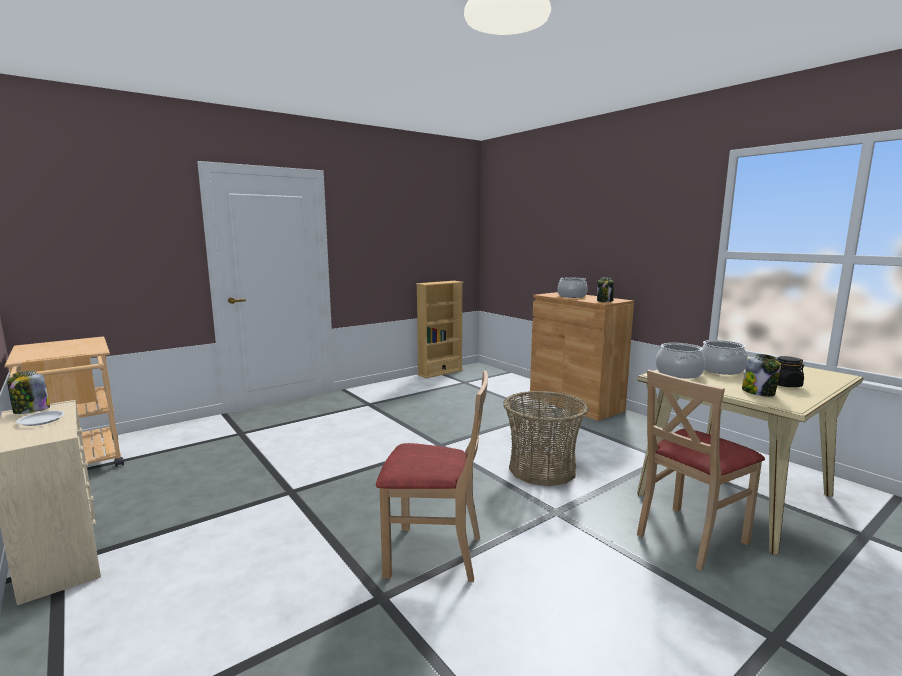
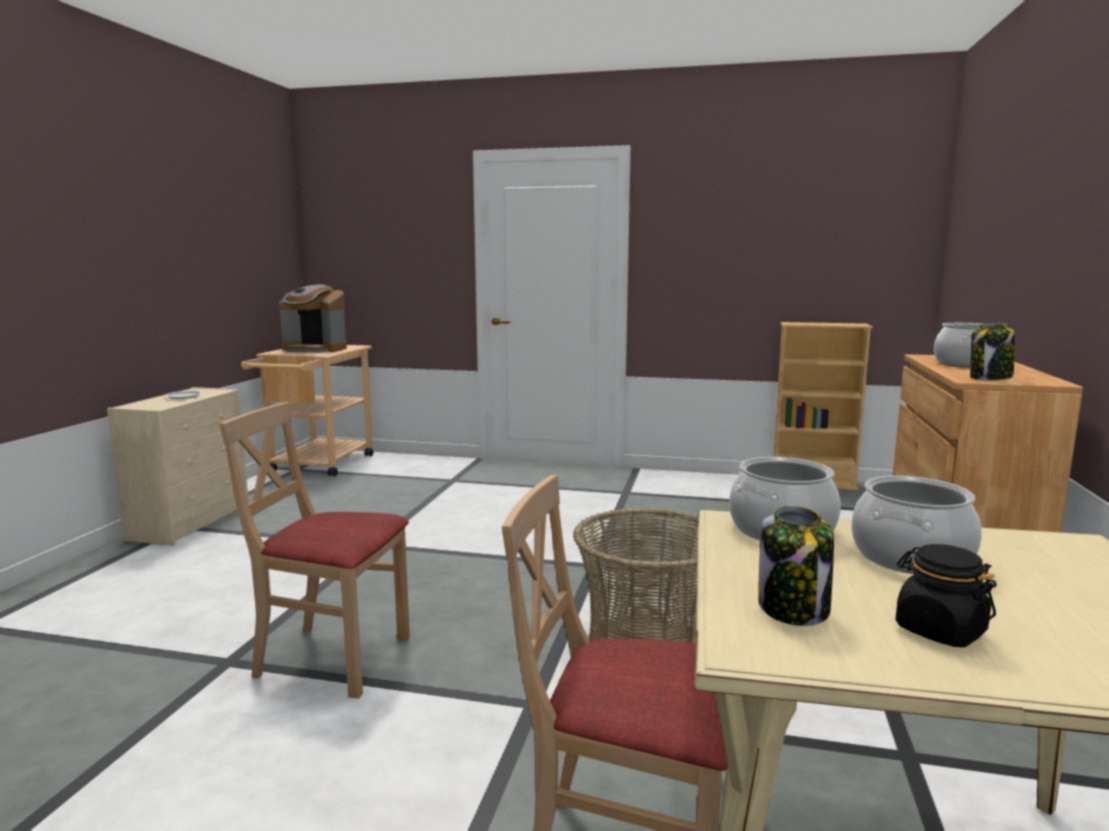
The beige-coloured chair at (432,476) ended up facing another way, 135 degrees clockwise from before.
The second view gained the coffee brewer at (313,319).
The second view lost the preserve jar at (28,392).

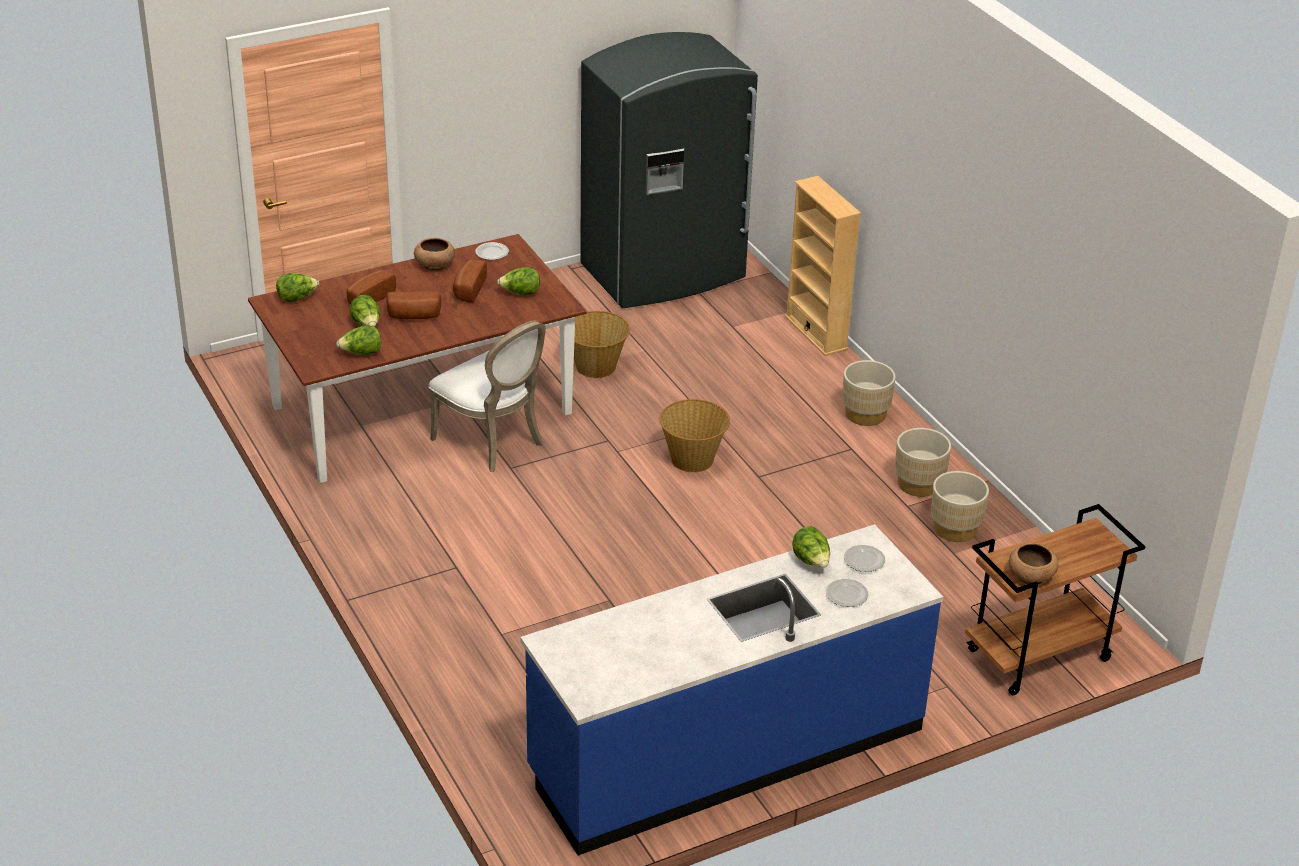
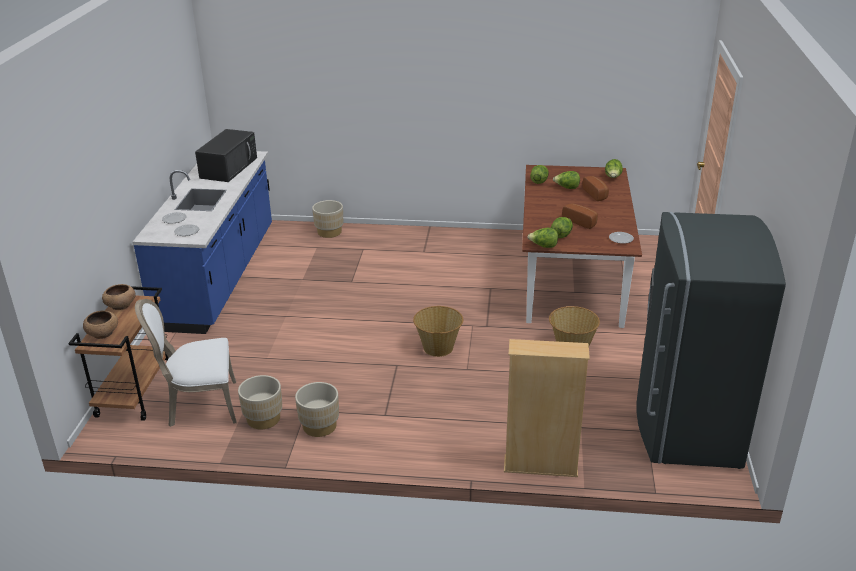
The brown serving bowl ended up elsewhere, having gone from (434,254) to (100,324).
The whitish chair ended up elsewhere, having gone from (487,396) to (185,363).
The second view gained the blackish microwave at (226,155).
The beige-coloured plant pot ended up elsewhere, having gone from (869,393) to (327,219).
The lettuce ended up elsewhere, having gone from (811,547) to (542,238).
The second view lost the bakery bread at (414,305).

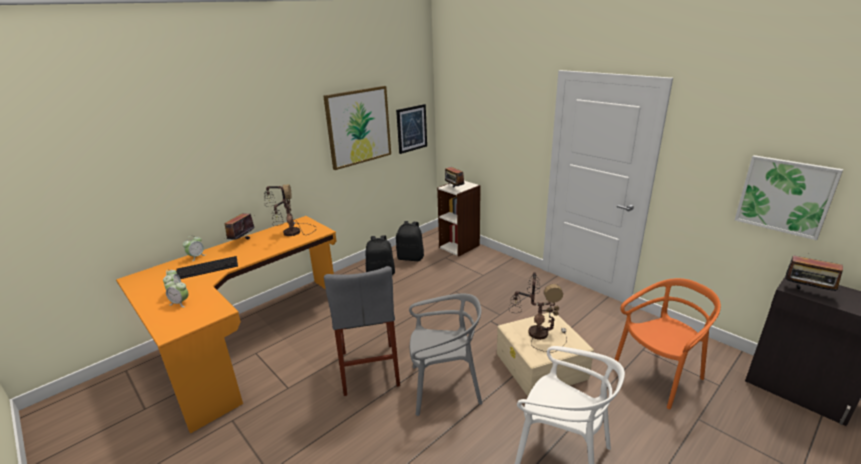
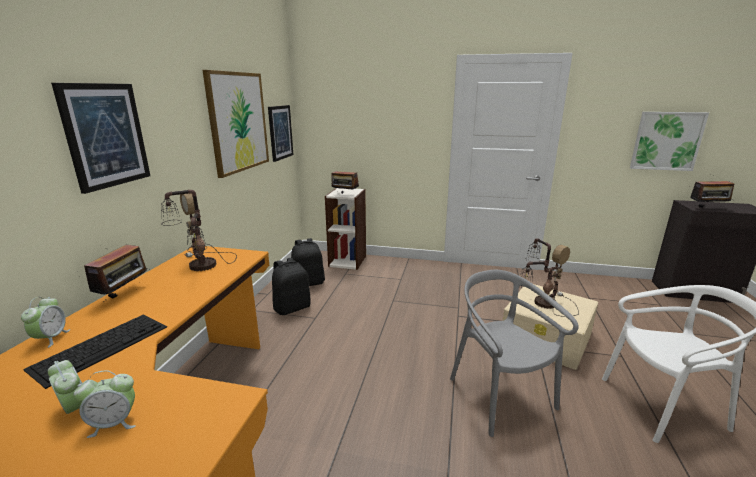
The second view gained the wall art at (100,138).
The radio receiver at (240,226) ended up facing another way, 150 degrees counterclockwise from before.
The gray chair at (445,354) ended up facing another way, 75 degrees counterclockwise from before.
The second view lost the gray stool at (362,331).
The second view lost the orange chair at (668,343).

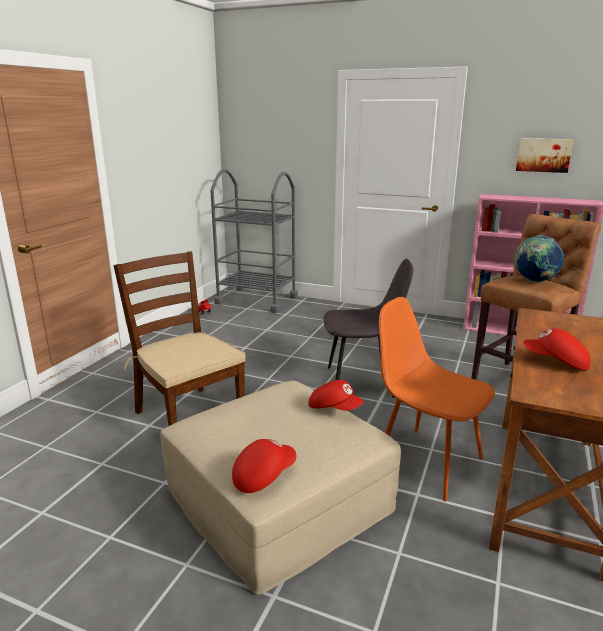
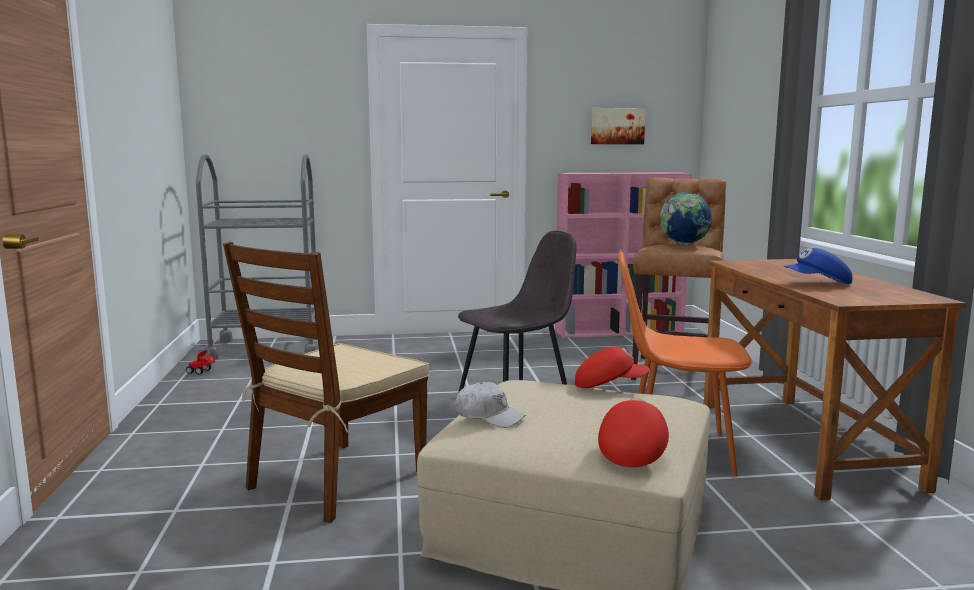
The brown chair at (179,338) ended up facing another way, 75 degrees counterclockwise from before.
The second view gained the whitish baseball cap at (490,405).
What was the red baseball cap at (557,349) turned into the blue-coloured baseball cap at (818,266).

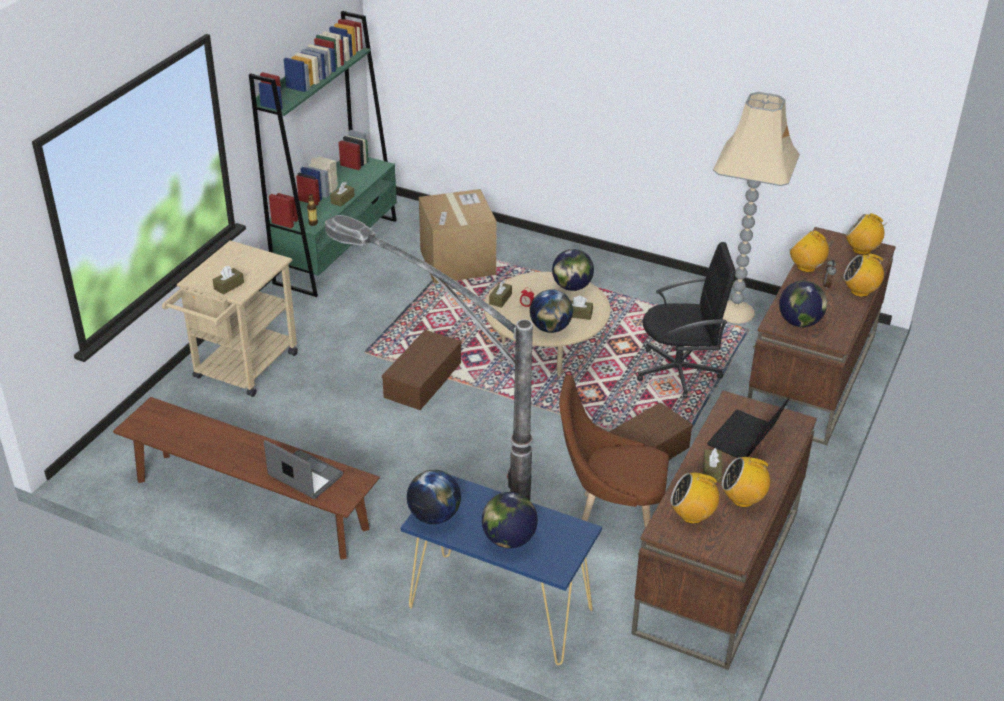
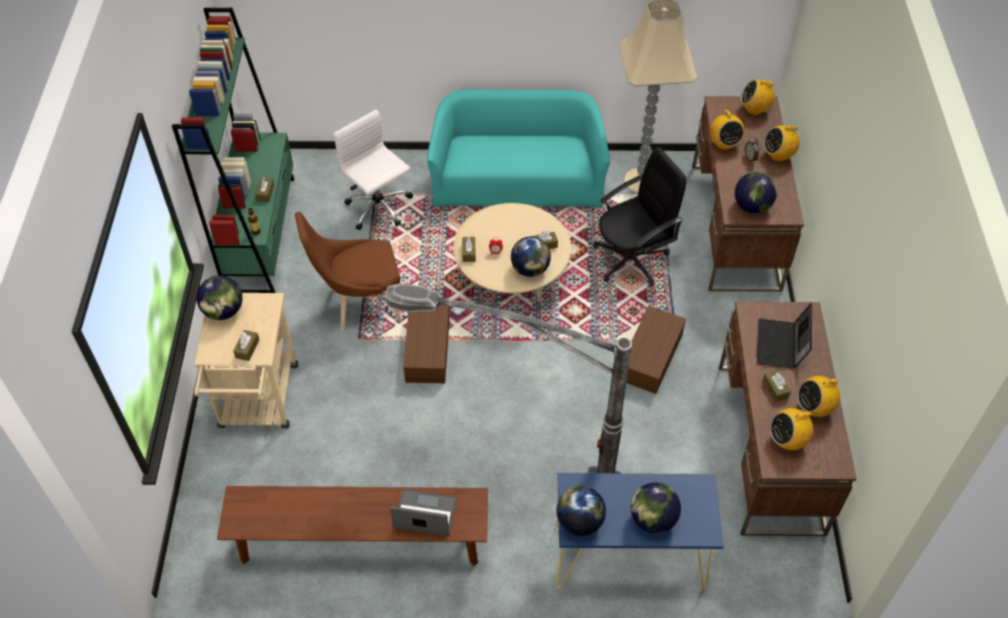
The world globe ended up elsewhere, having gone from (573,270) to (220,297).
The brown chair ended up elsewhere, having gone from (614,451) to (348,272).
Where the cardboard box stood at (458,236), the whitish computer chair came to stand at (373,169).
The second view gained the turquoise-coloured couch at (518,148).
The radio receiver at (812,251) ended up facing another way, 120 degrees counterclockwise from before.

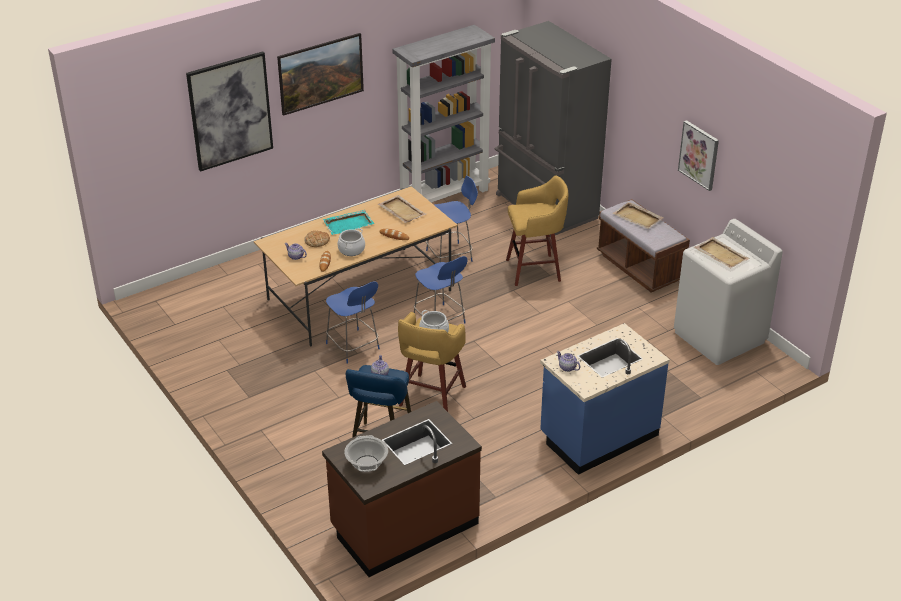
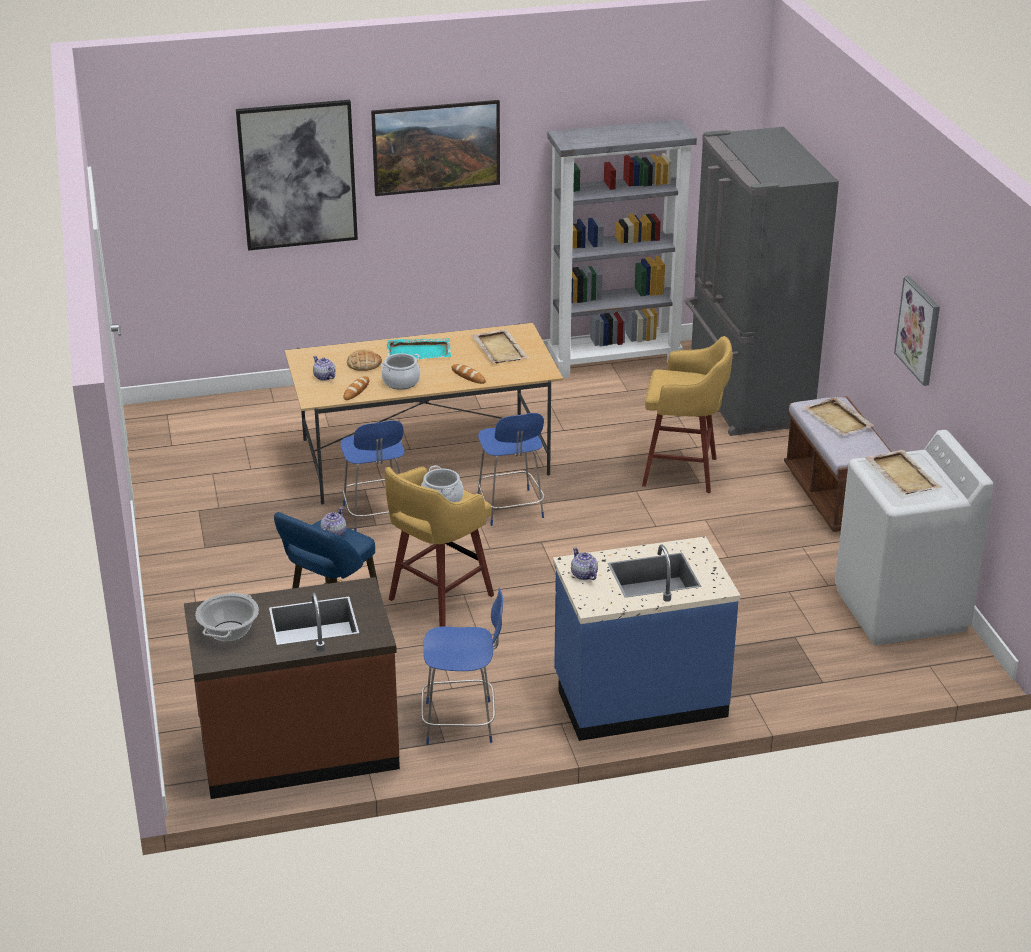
The blue-coloured chair ended up elsewhere, having gone from (452,219) to (462,666).

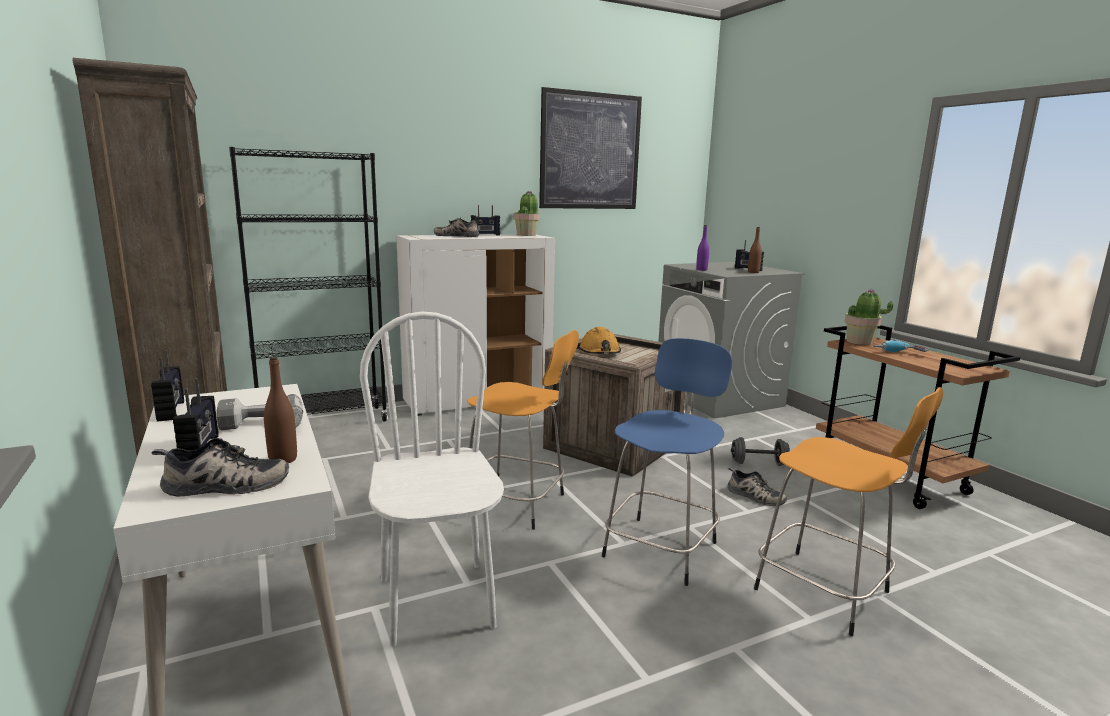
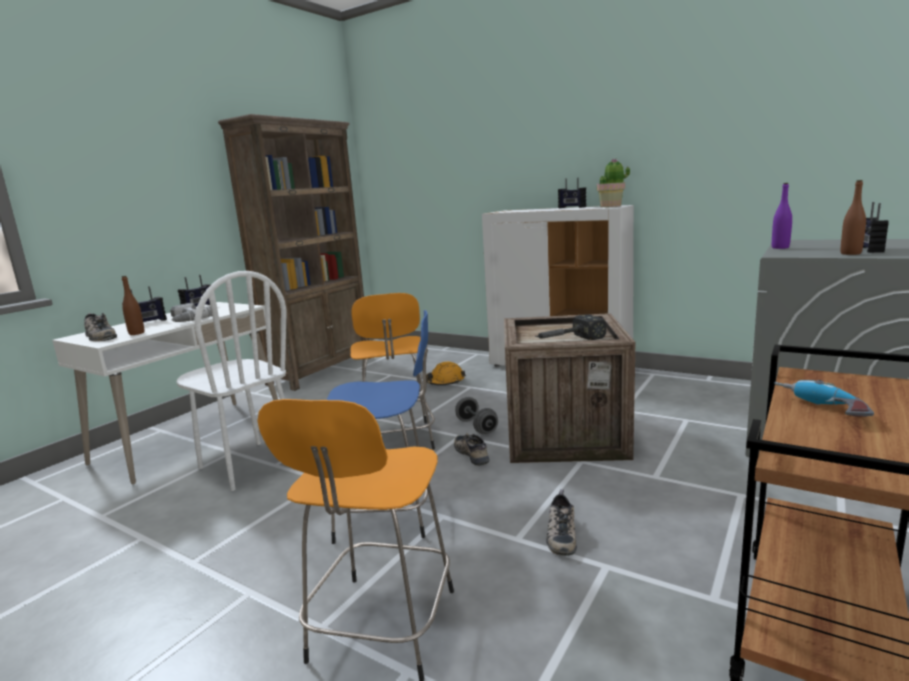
The whitish chair at (432,479) ended up facing another way, 90 degrees clockwise from before.
The orange safety helmet ended up elsewhere, having gone from (600,340) to (446,373).
The low shoe ended up elsewhere, having gone from (457,227) to (471,449).
The gray free weight ended up elsewhere, having gone from (760,451) to (476,415).
The second view gained the hand hammer at (570,327).
The second view lost the blackish bookshelf at (308,284).
The second view lost the wall art at (590,148).
The second view lost the plant in a pot at (869,317).

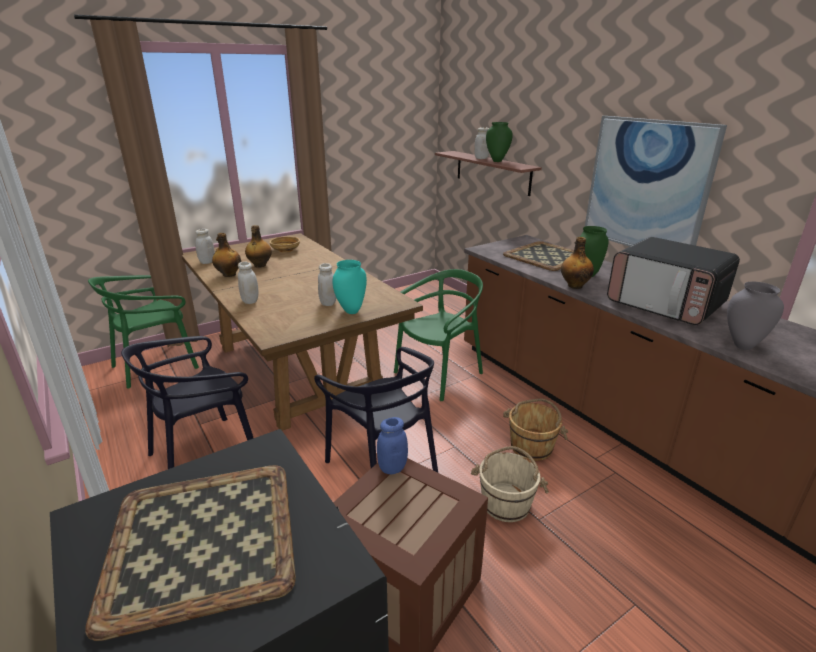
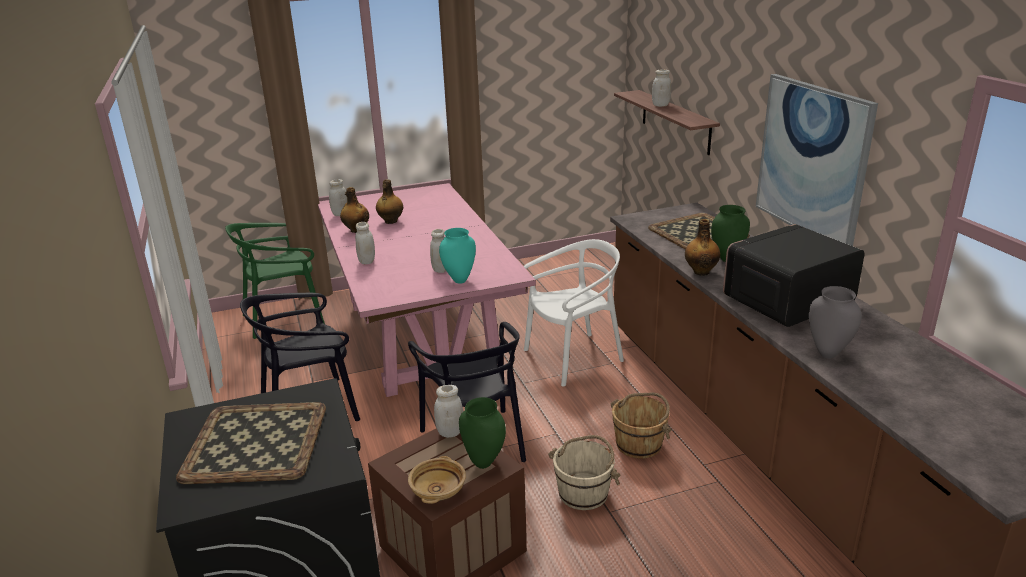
What was the brown dining table at (302,332) turned into the pinkish dining table at (427,290).
The beige-coloured serving bowl ended up elsewhere, having gone from (284,244) to (437,480).
What was the blue-coloured preserve jar at (392,445) turned into the whitish preserve jar at (448,411).
The greenish flower vase ended up elsewhere, having gone from (499,142) to (482,433).
What was the greenish chair at (438,335) turned into the whitish chair at (574,312).
The microwave at (673,281) ended up facing another way, 90 degrees clockwise from before.

